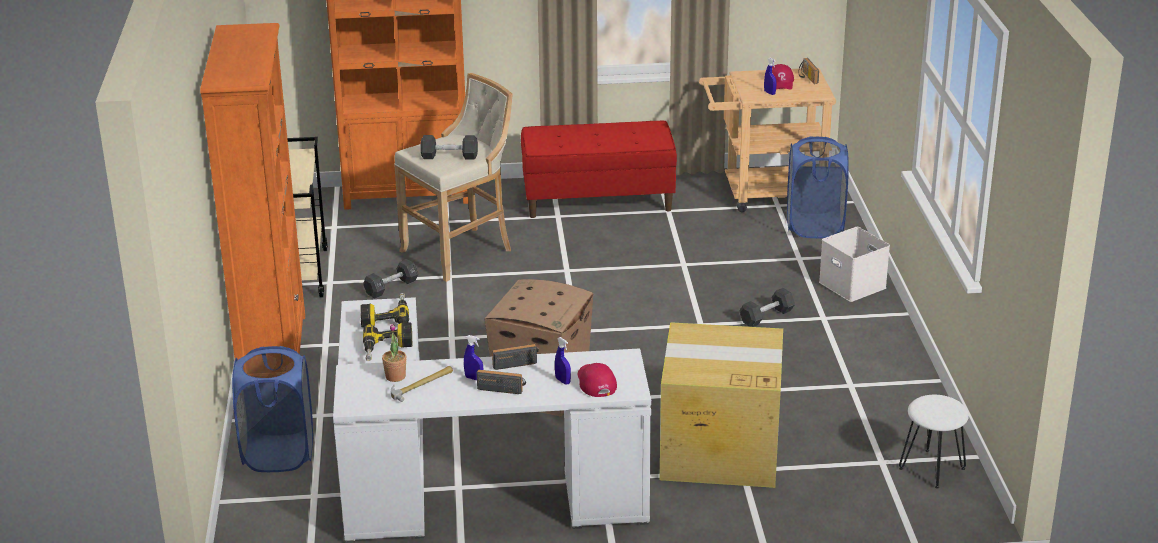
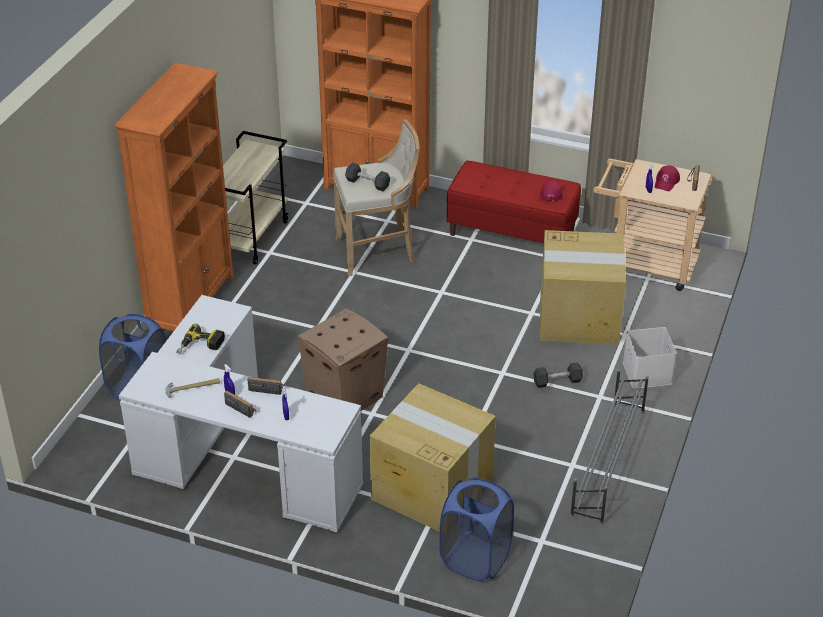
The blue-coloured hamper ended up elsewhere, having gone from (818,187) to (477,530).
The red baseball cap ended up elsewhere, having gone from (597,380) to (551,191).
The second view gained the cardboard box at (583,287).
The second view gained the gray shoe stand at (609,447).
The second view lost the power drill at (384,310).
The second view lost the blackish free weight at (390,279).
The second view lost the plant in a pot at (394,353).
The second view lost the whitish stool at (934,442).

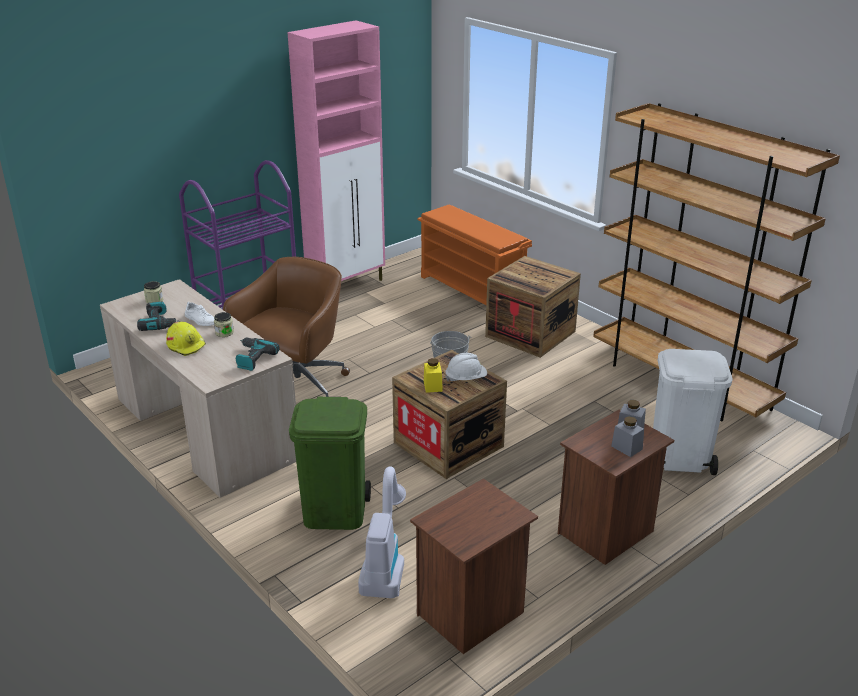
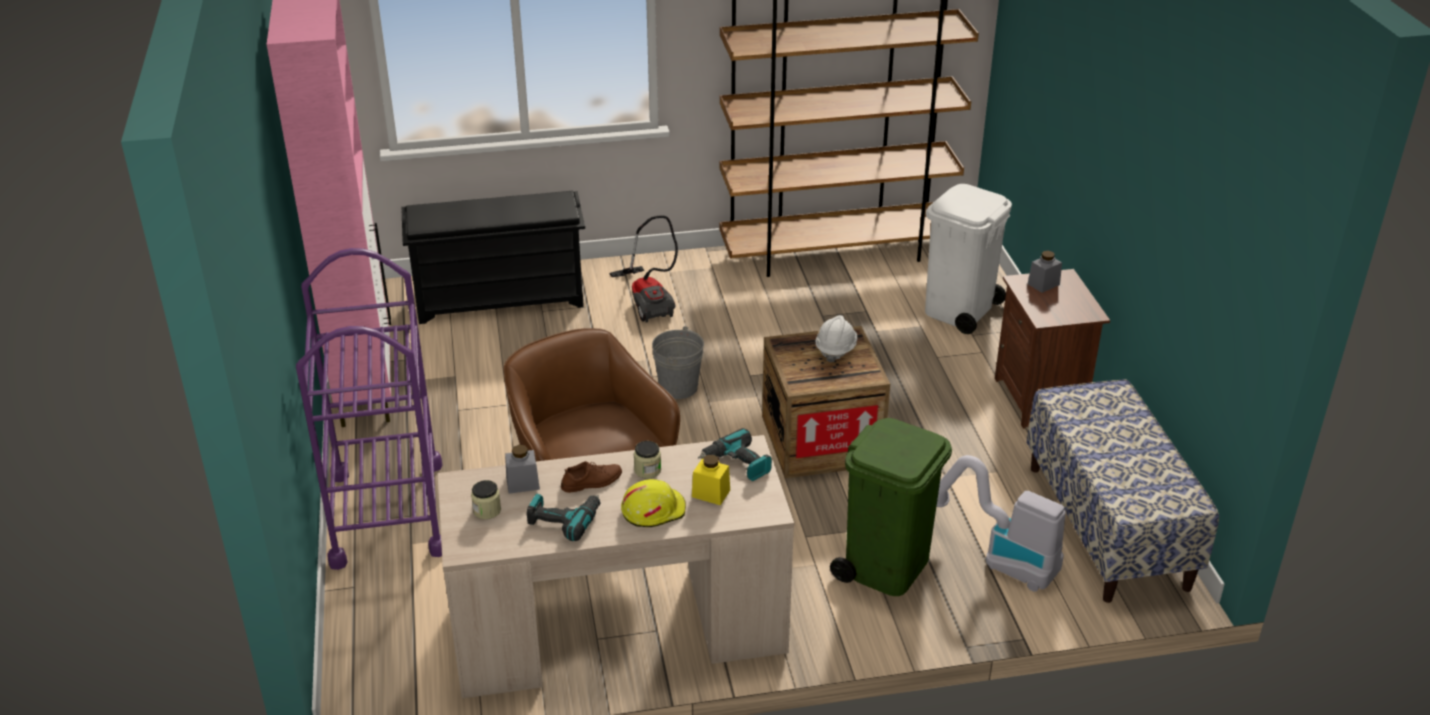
What was the orange shoe stand at (475,255) turned into the blackish shoe stand at (493,257).
The gray preserve jar ended up elsewhere, having gone from (627,436) to (522,469).
What was the whitish low shoe at (199,314) turned into the brown low shoe at (591,477).
Where the shipping crate stood at (533,307), the vacuum cleaner came to stand at (644,269).
The yellow-coloured preserve jar ended up elsewhere, having gone from (433,375) to (711,480).
Where the brown nightstand stood at (474,566), the bench came to stand at (1122,491).

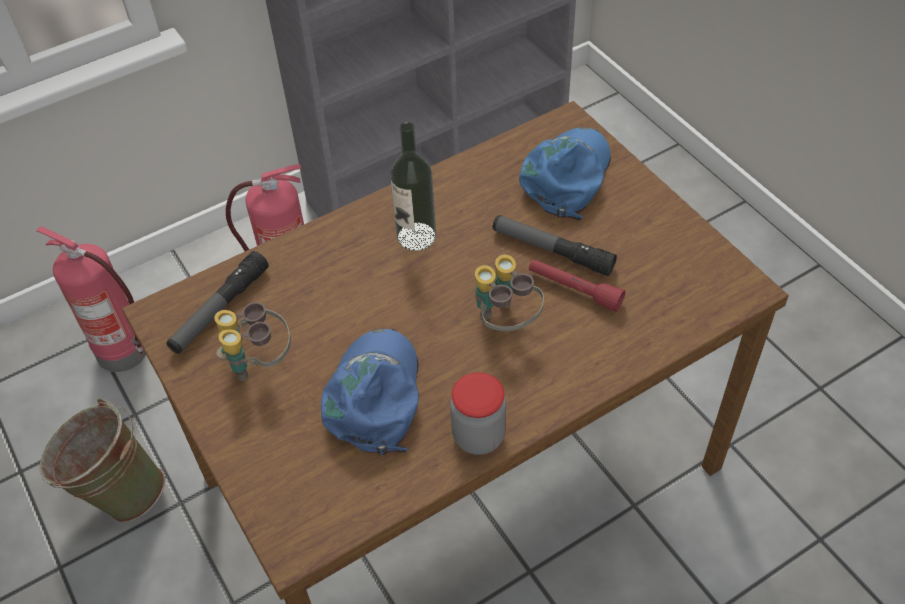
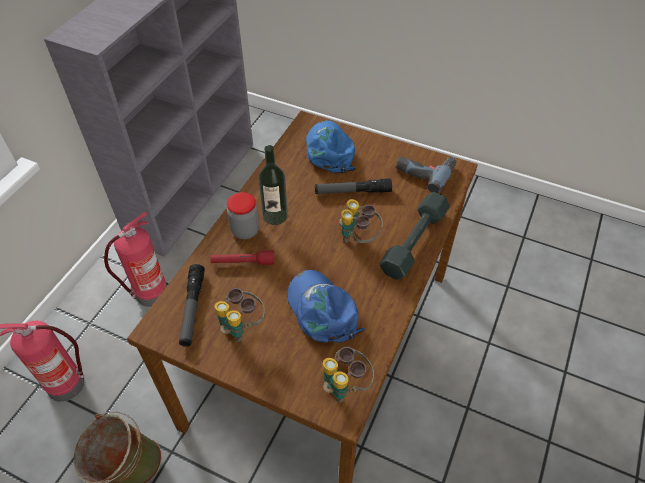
The red hand torch ended up elsewhere, having gone from (577,285) to (242,257).
The preserve jar ended up elsewhere, having gone from (478,413) to (243,215).
The second view gained the pair of binoculars at (348,375).
The second view gained the gray free weight at (415,236).
The second view gained the power drill at (426,175).

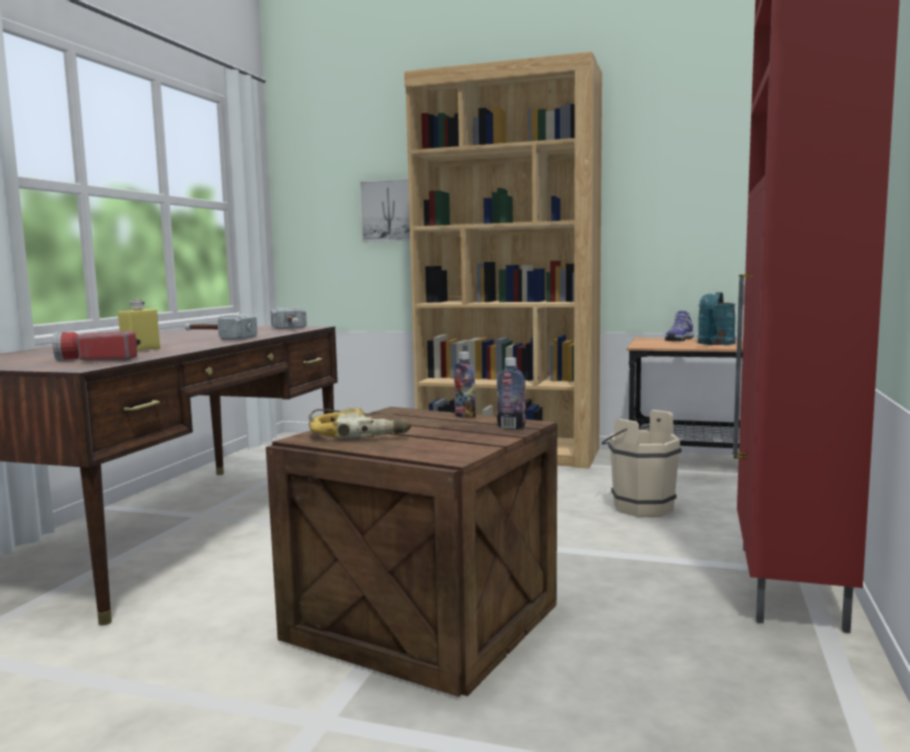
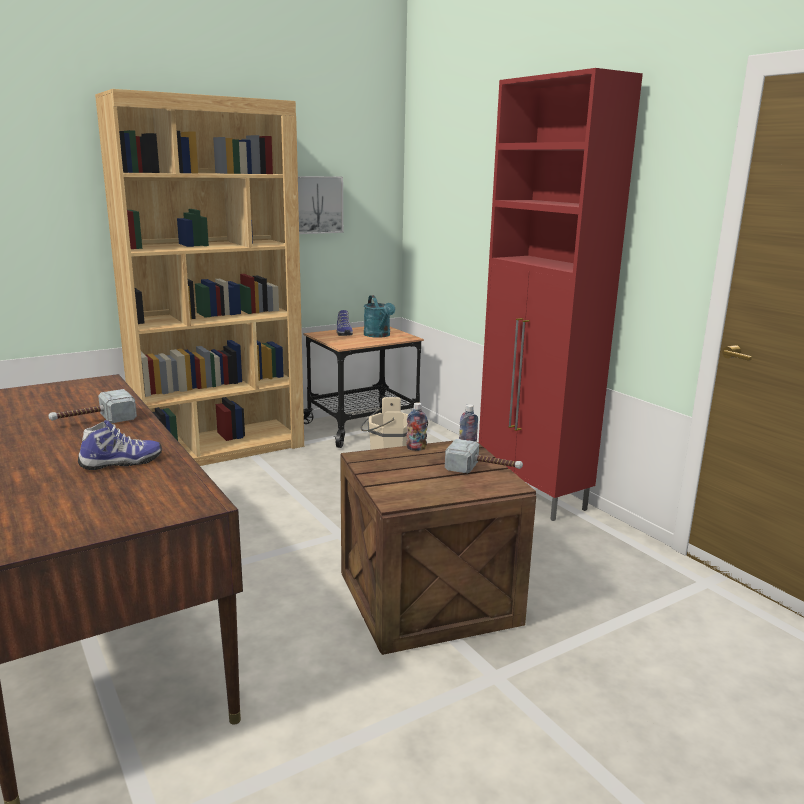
Where the yellow-coloured beverage bottle stood at (139,325), the low shoe came to stand at (120,445).
The wall art ended up elsewhere, having gone from (385,210) to (320,205).
The hand hammer ended up elsewhere, having gone from (288,318) to (484,456).
The second view lost the hand torch at (97,346).
The second view lost the power drill at (360,423).

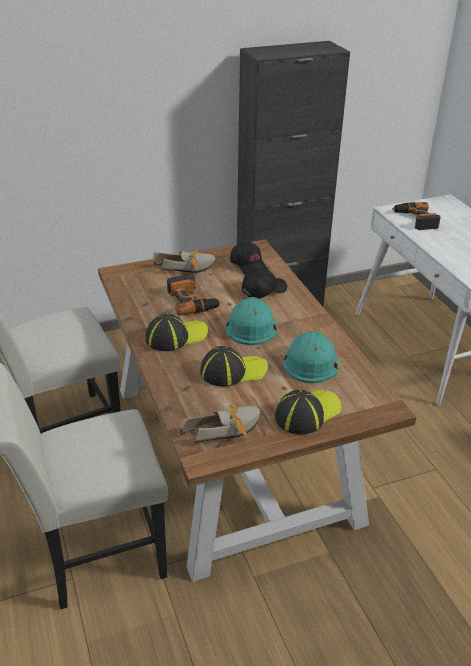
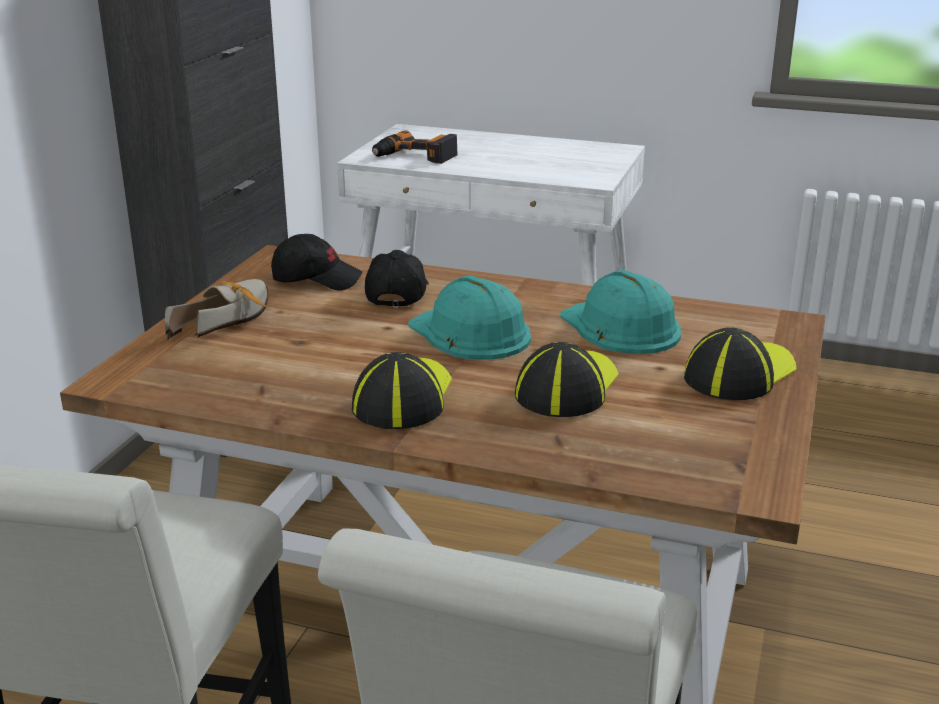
The baseball cap at (308,412) ended up facing another way, 45 degrees clockwise from before.
The second view lost the power drill at (194,295).
The second view lost the low shoe at (220,423).

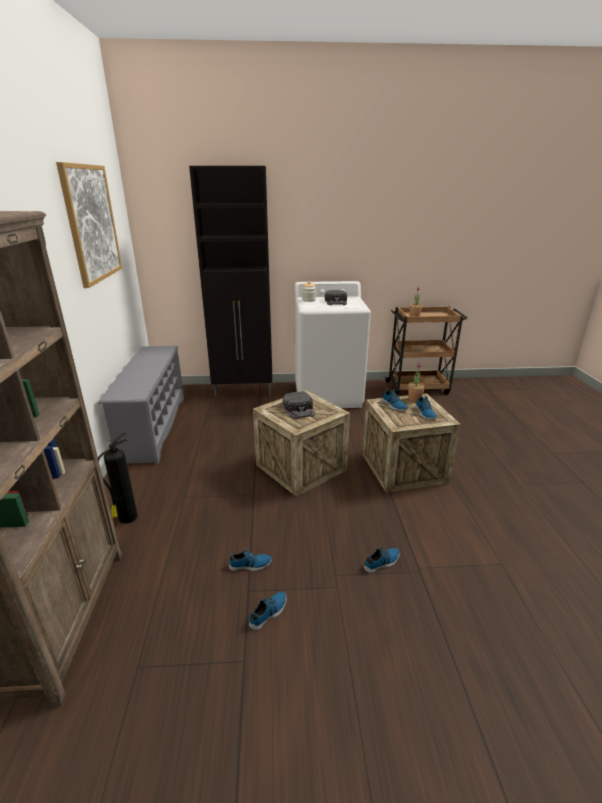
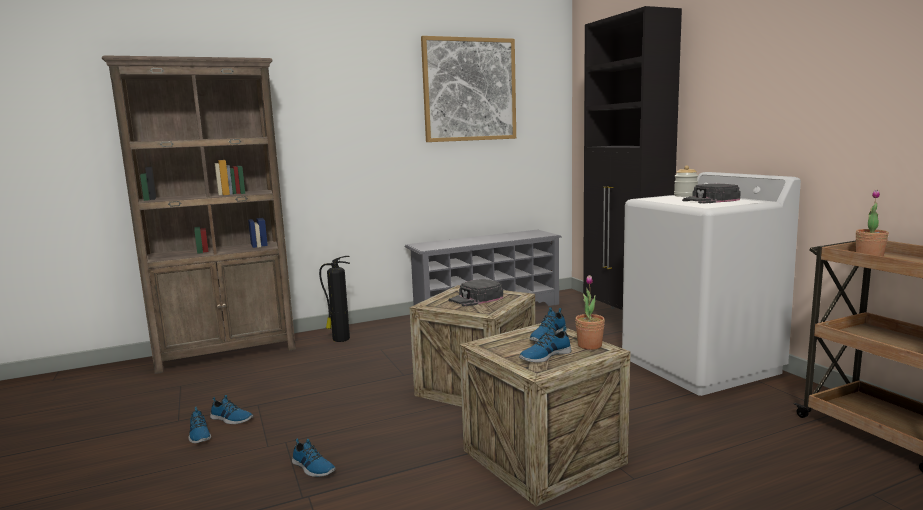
The low shoe ended up elsewhere, having gone from (250,559) to (199,425).

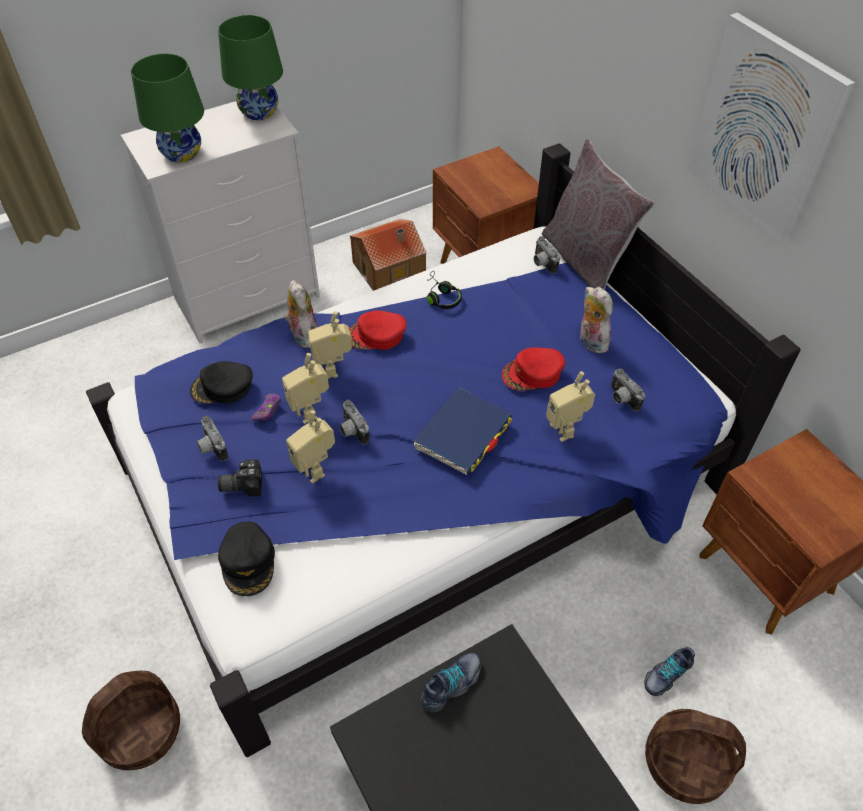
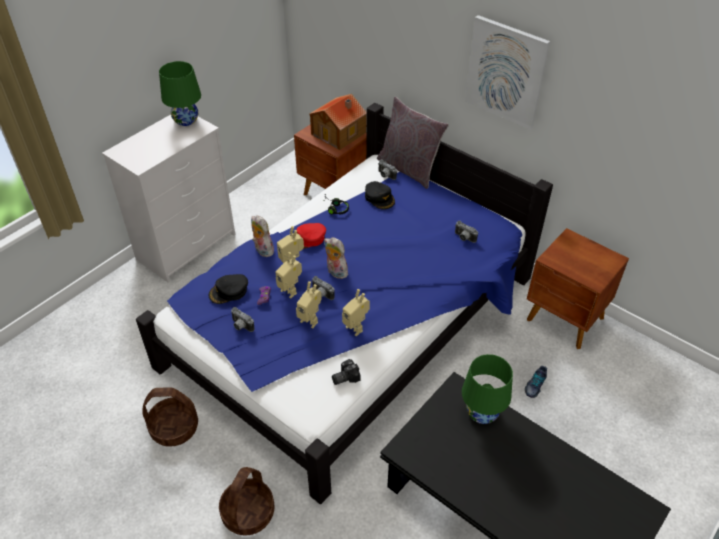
The storage basket ended up elsewhere, having gone from (695,756) to (170,417).
The model house ended up elsewhere, having gone from (388,255) to (338,122).
The soft toy ended up elsewhere, having gone from (596,320) to (337,258).
The photo camera ended up elsewhere, having gone from (240,478) to (346,372).
The toy robot ended up elsewhere, having gone from (570,406) to (356,312).
The blackish baseball cap ended up elsewhere, having gone from (246,559) to (380,195).
The greenish tabletop lamp ended up elsewhere, having gone from (167,108) to (487,389).
The second view lost the blue-coloured volume at (462,432).
The second view lost the low shoe at (450,682).
The second view lost the red baseball cap at (533,369).

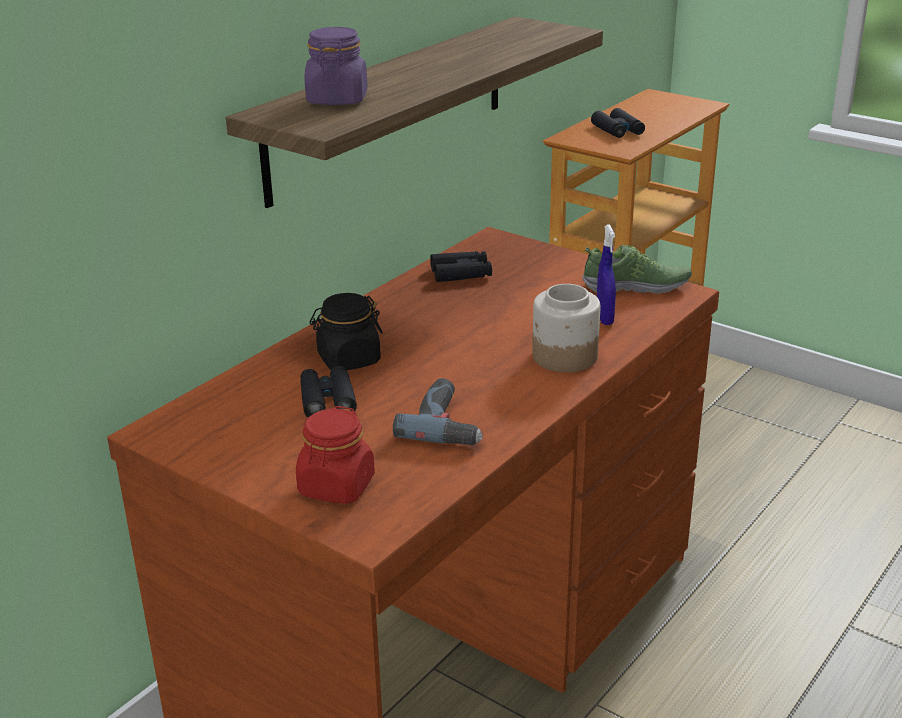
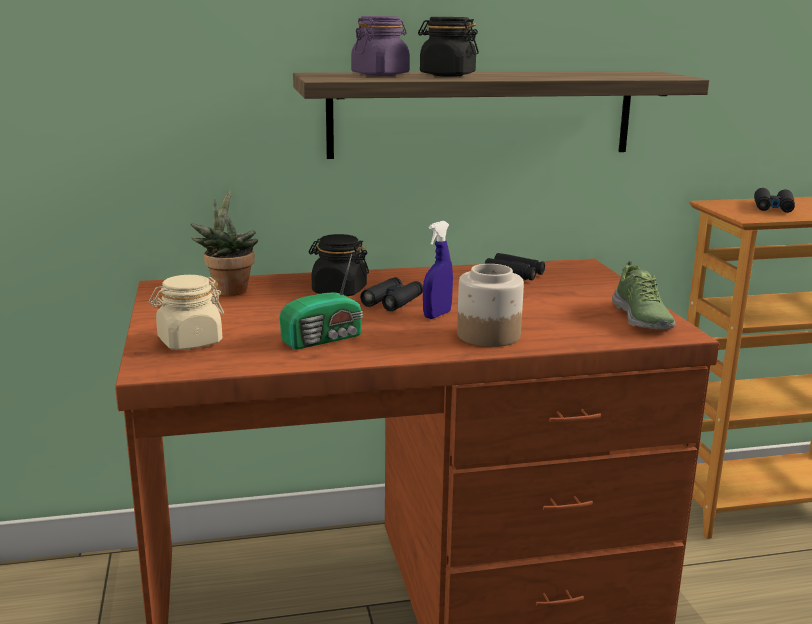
What was the red preserve jar at (335,455) turned into the beige-coloured preserve jar at (186,312).
The second view gained the plant in a pot at (224,243).
Where the power drill stood at (438,411), the radio receiver came to stand at (321,302).
The blackish pair of binoculars ended up elsewhere, having gone from (328,391) to (391,294).
The second view gained the blackish preserve jar at (448,47).
The blue-coloured spray bottle ended up elsewhere, having gone from (606,274) to (438,270).
The low shoe at (637,269) ended up facing another way, 45 degrees clockwise from before.

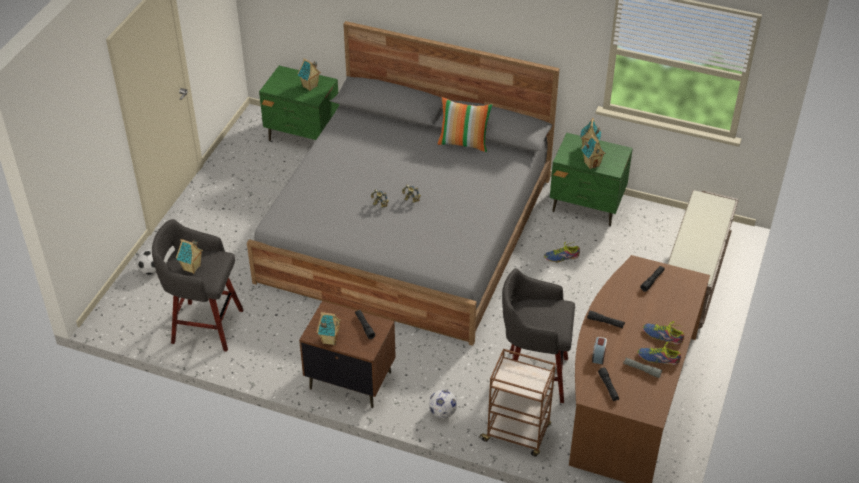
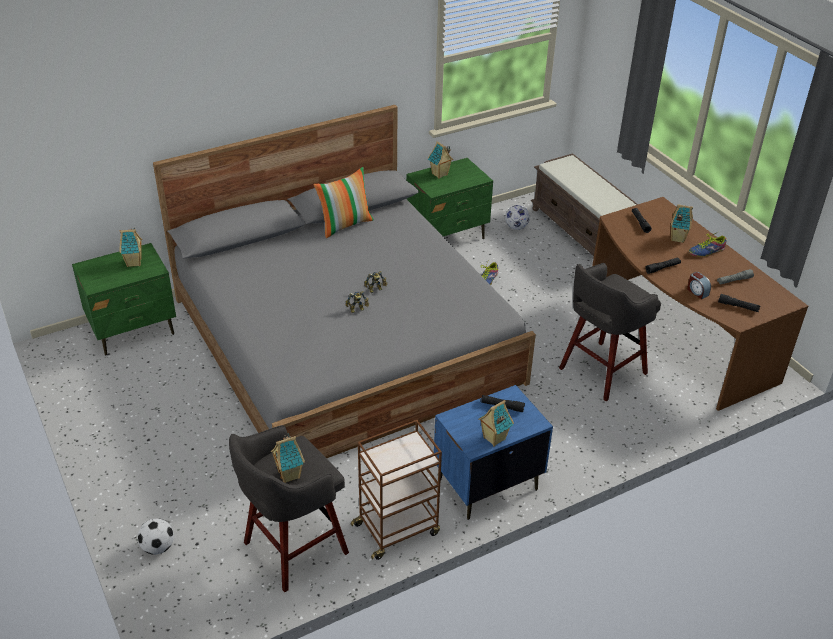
The brown cart ended up elsewhere, having gone from (517,402) to (396,490).
What was the brown nightstand at (347,354) turned into the blue-coloured nightstand at (493,452).
The football ball ended up elsewhere, having gone from (443,404) to (517,217).
The model house ended up elsewhere, having gone from (593,152) to (682,223).
The second view lost the low shoe at (659,353).

